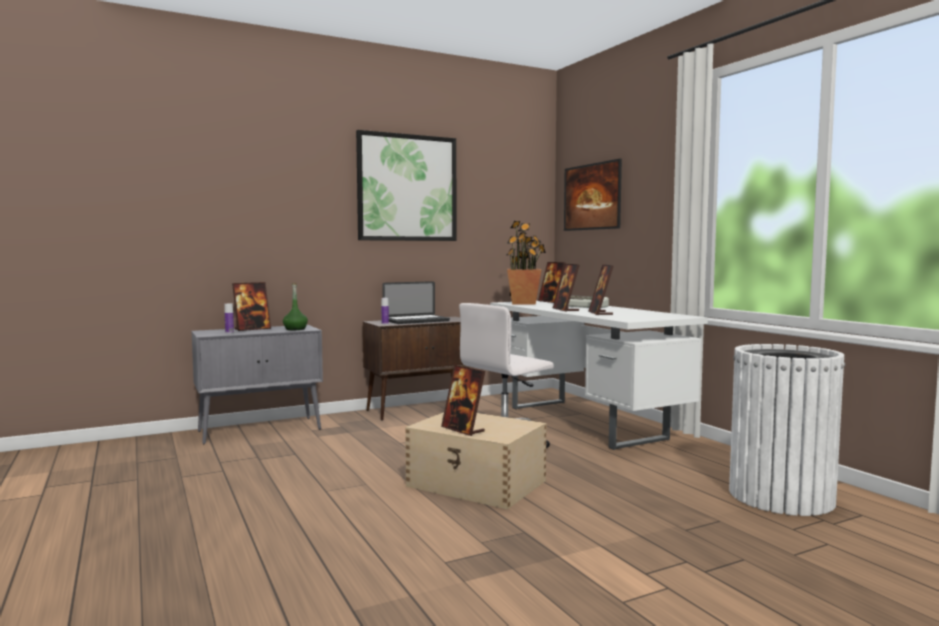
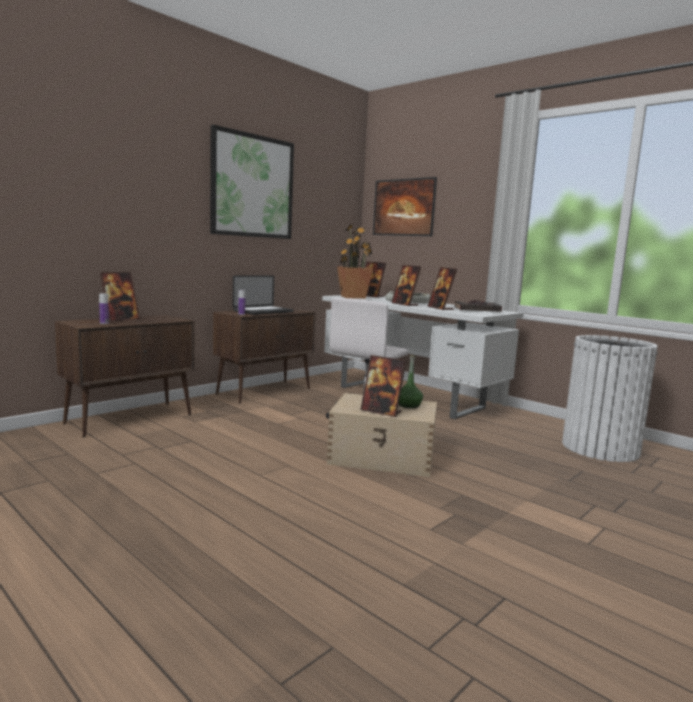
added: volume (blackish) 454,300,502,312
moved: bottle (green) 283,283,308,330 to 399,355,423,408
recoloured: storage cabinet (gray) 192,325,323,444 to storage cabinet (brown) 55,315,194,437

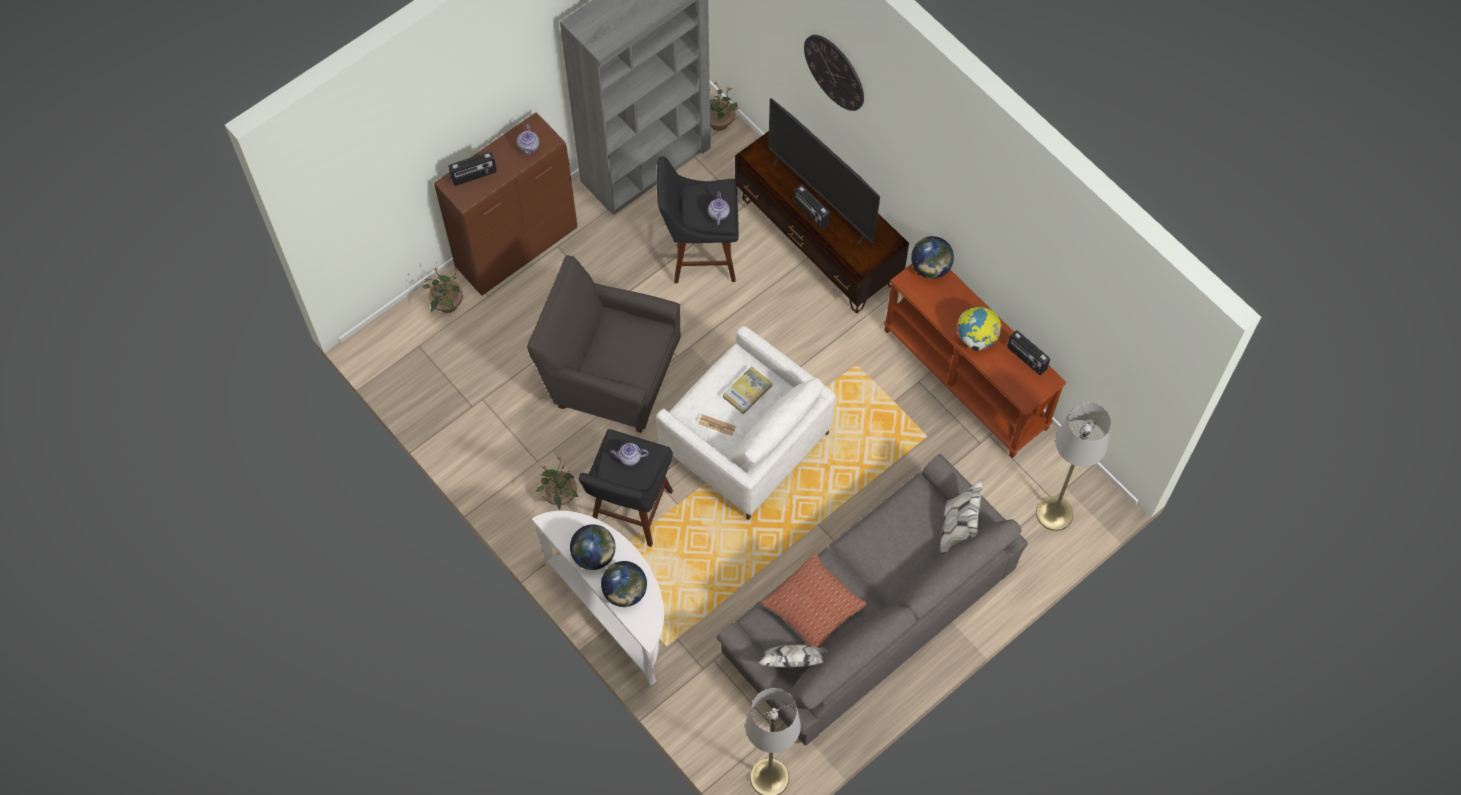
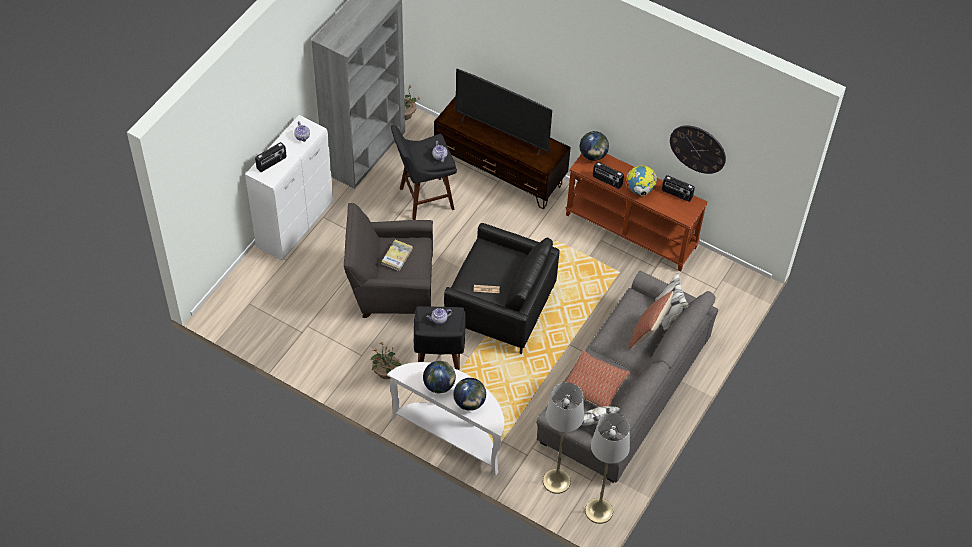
removed: houseplant 422,267,463,313
added: throw pillow 629,291,673,350
moved: volume 723,366,772,415 to 382,240,413,271; floor lamp (gray) 1036,402,1111,531 to 543,382,584,494; radio set 794,184,830,229 to 593,161,624,189; wall clock 804,35,864,111 to 670,126,726,174
recoloured: storage cabinet (brown) 434,112,577,296 to storage cabinet (whitish) 245,115,333,261; lounge chair (whitish) 657,326,836,520 to lounge chair (blackish) 444,223,560,354

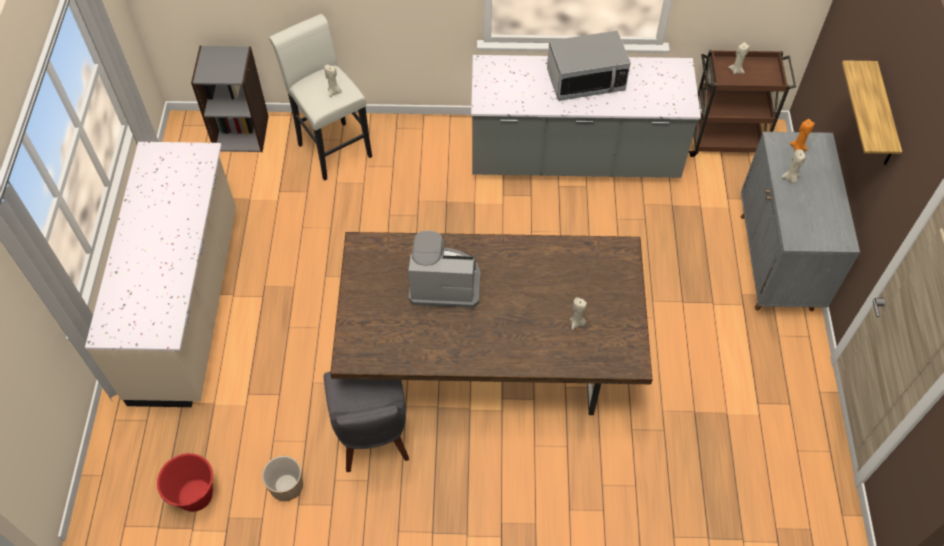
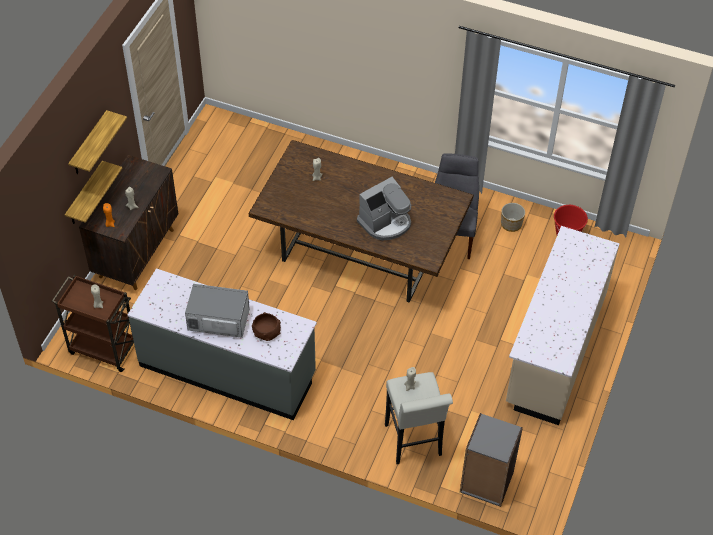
added: wall shelf 65,161,122,224; bowl (brown) 252,312,281,341
recoloured: storage cabinet (gray) 740,132,860,311 to storage cabinet (brown) 79,155,178,290
turned: coffee machine 408,230,481,308 = 357,177,411,240 60 degrees counterclockwise

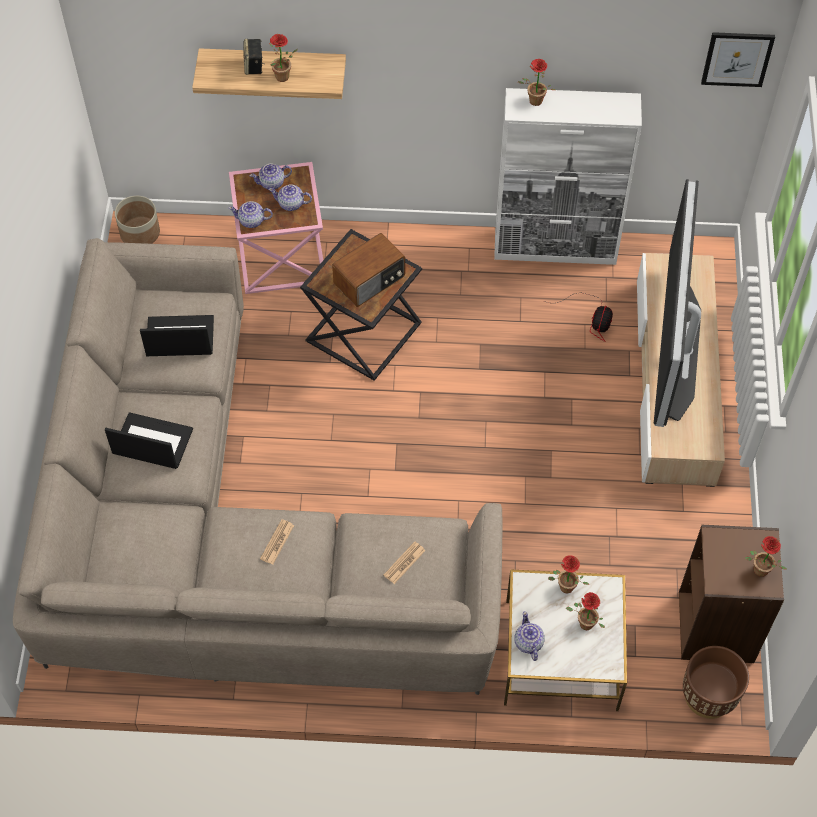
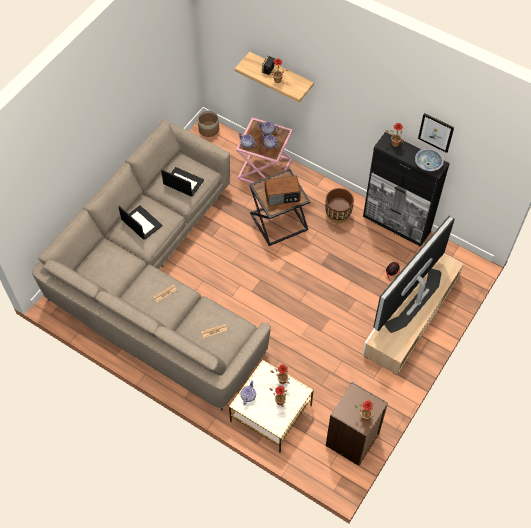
added: bowl 415,148,444,171
moved: flower pot (brown) 683,646,749,719 to 325,188,354,223; wall picture 701,32,775,87 to 418,113,454,153
recoloured: storage cabinet (whitish) 494,88,642,265 to storage cabinet (blackish) 363,132,450,247

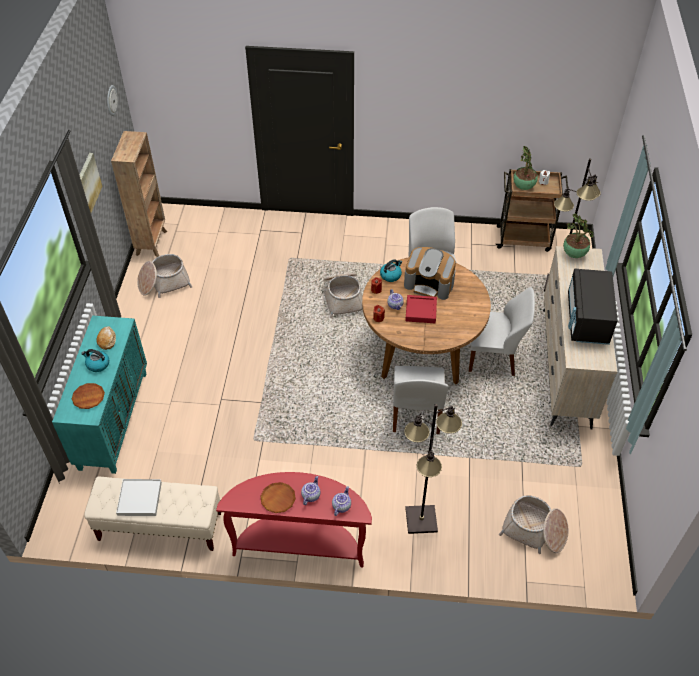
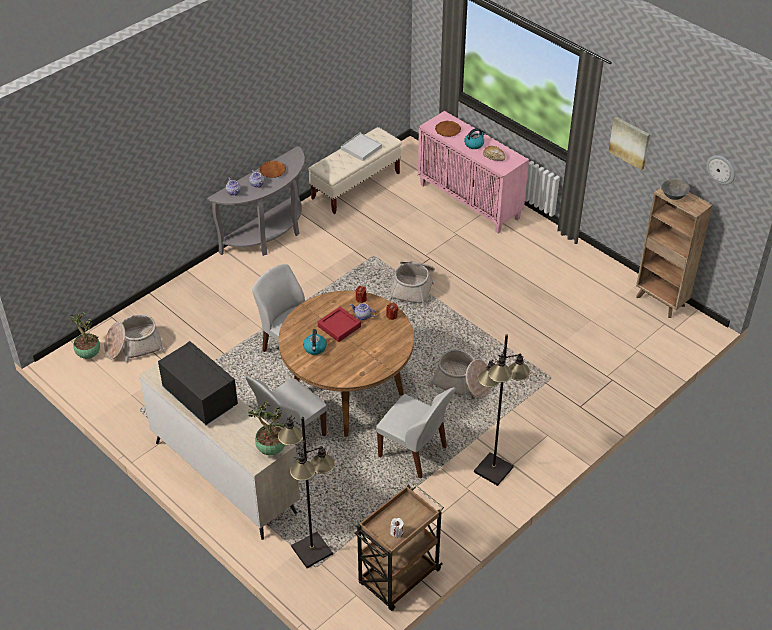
removed: coffee machine 404,247,456,300
added: bowl (gray) 661,179,690,200
moved: houseplant 514,146,538,190 to 70,312,100,359; kettle 380,259,402,282 to 303,329,327,355; storage basket 137,254,192,298 to 389,260,435,308; floor lamp (blackish) 404,404,462,534 to 474,334,531,486
recoloured: hall table (reddish) 216,472,372,568 to hall table (gray) 207,146,305,256; storage cabinet (blue-green) 52,315,147,474 to storage cabinet (pink) 418,111,529,234

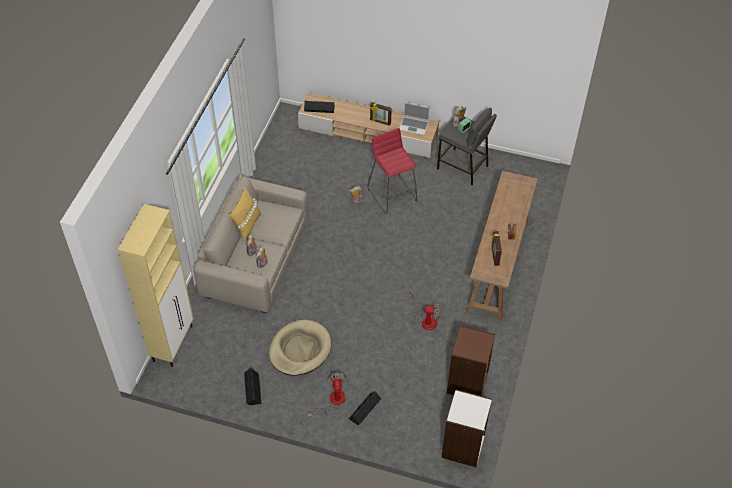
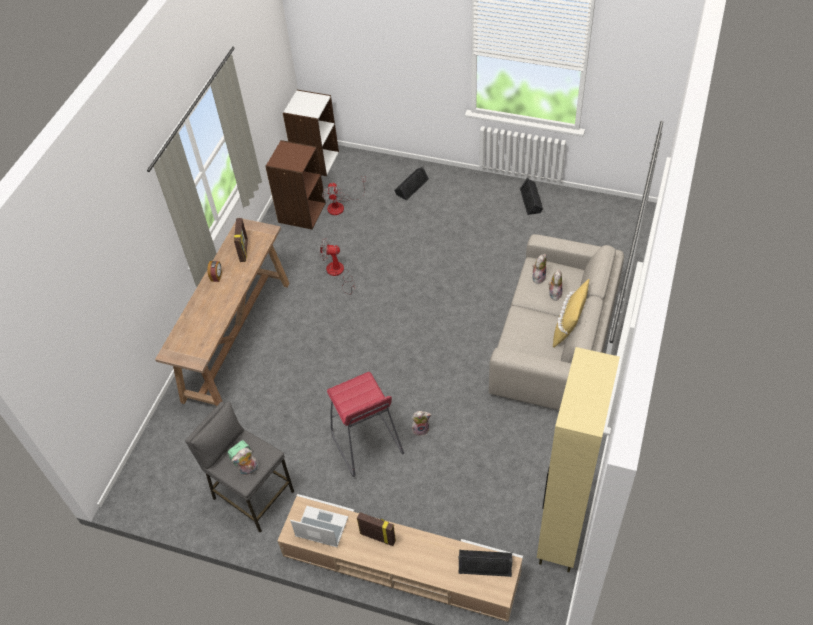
removed: pet bed (beige-coloured) 269,320,331,376
moved: fan 308,373,347,417 to 322,177,366,215; storage cabinet (beige-coloured) 117,204,194,367 to 537,347,620,573

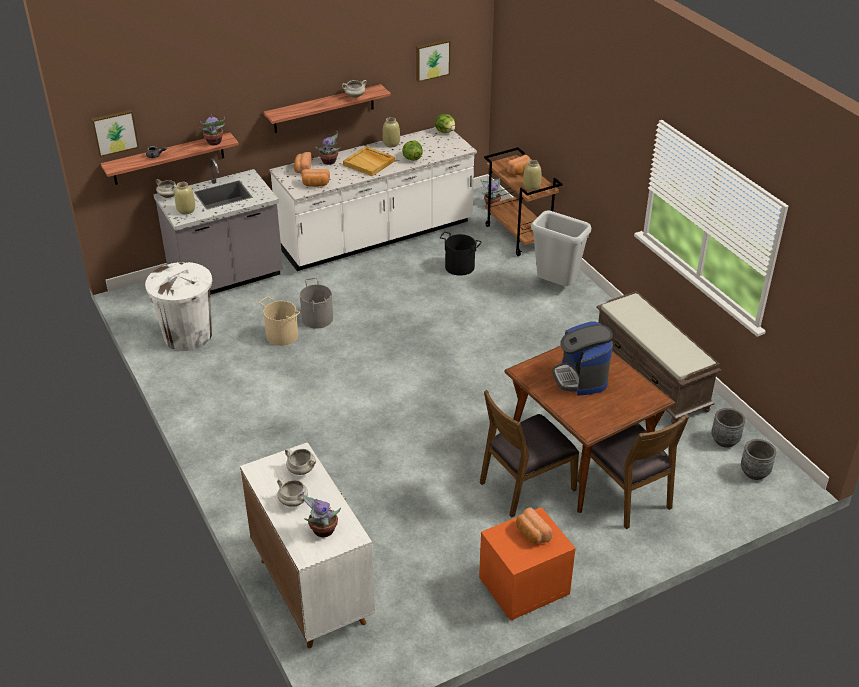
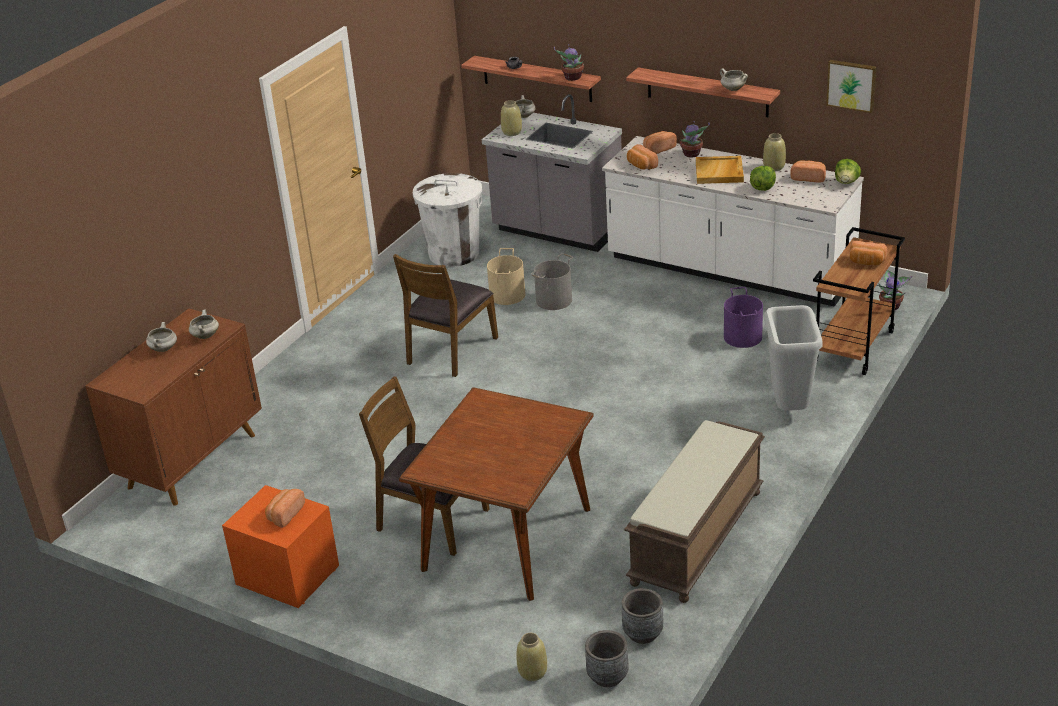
removed: wall picture 91,110,139,157; houseplant 303,492,341,537; coffee machine 552,322,613,396
added: bakery bread 790,160,826,183
moved: upright chair (brown) 577,414,689,529 to 393,254,498,377; vase (beige-coloured) 523,160,541,191 to 516,633,547,681
recoloured: storage cabinet (whitish) 240,442,375,648 to storage cabinet (brown) 85,308,262,506; water bucket (blackish) 440,232,481,276 to water bucket (purplish) 724,287,763,348

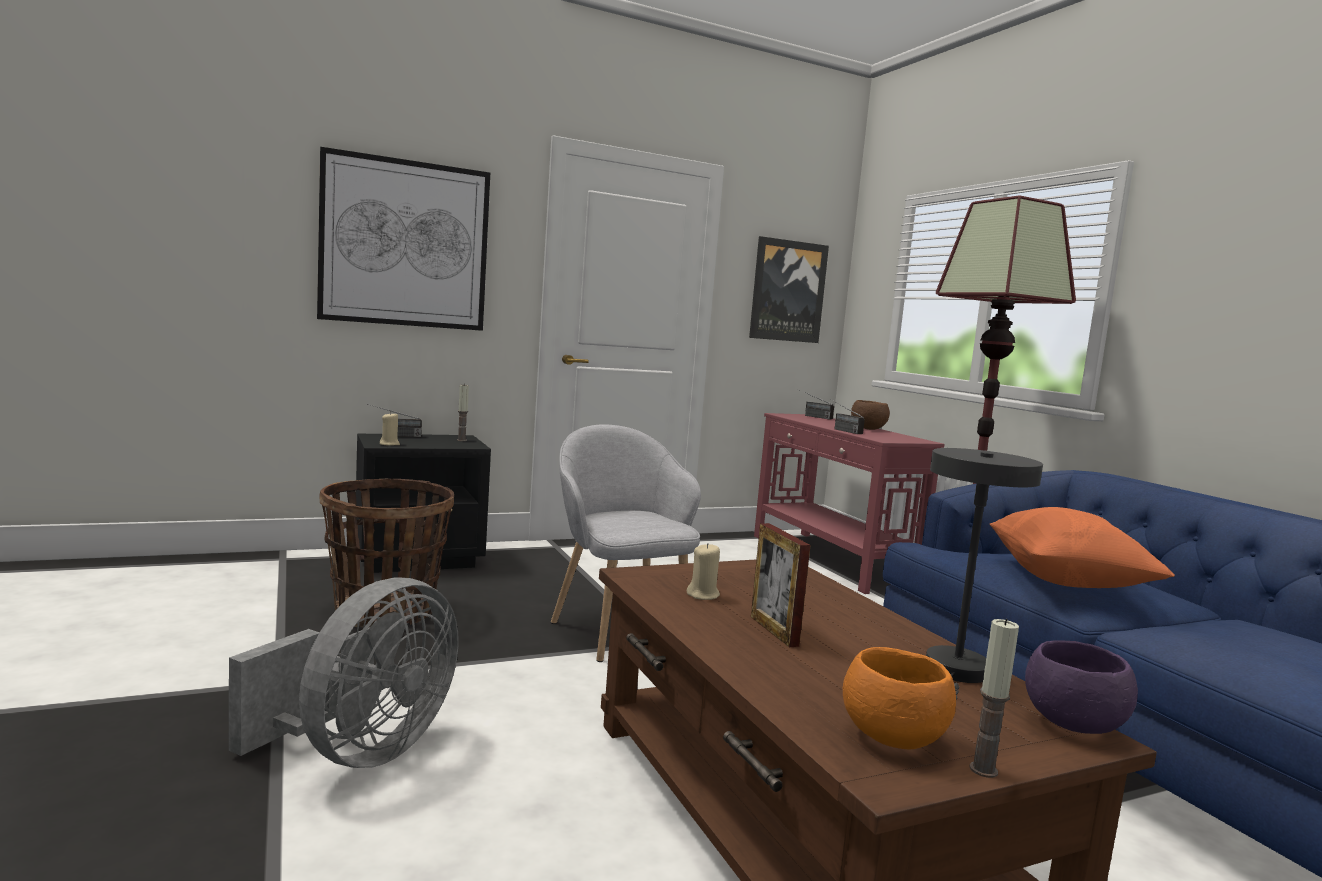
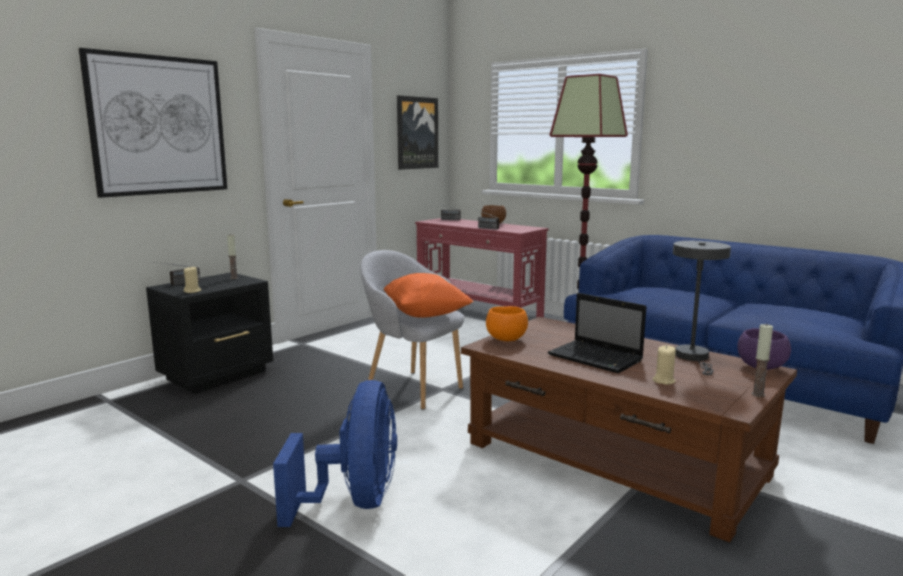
removed: storage basket 319,479,454,627
moved: throw pillow (orangey) 989,507,1175,588 to 384,273,474,318; bowl (orangey) 843,647,956,749 to 486,306,528,341; wax candle (beige-coloured) 687,543,720,600 to 653,345,676,385
replaced: photo frame 751,523,810,647 to notebook computer 548,293,647,373
recoloured: fan (gray) 229,578,459,768 to fan (bluish) 273,380,397,527

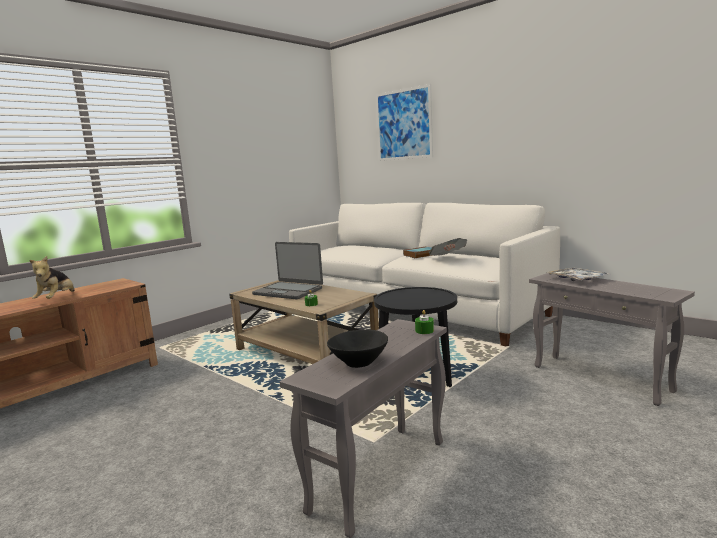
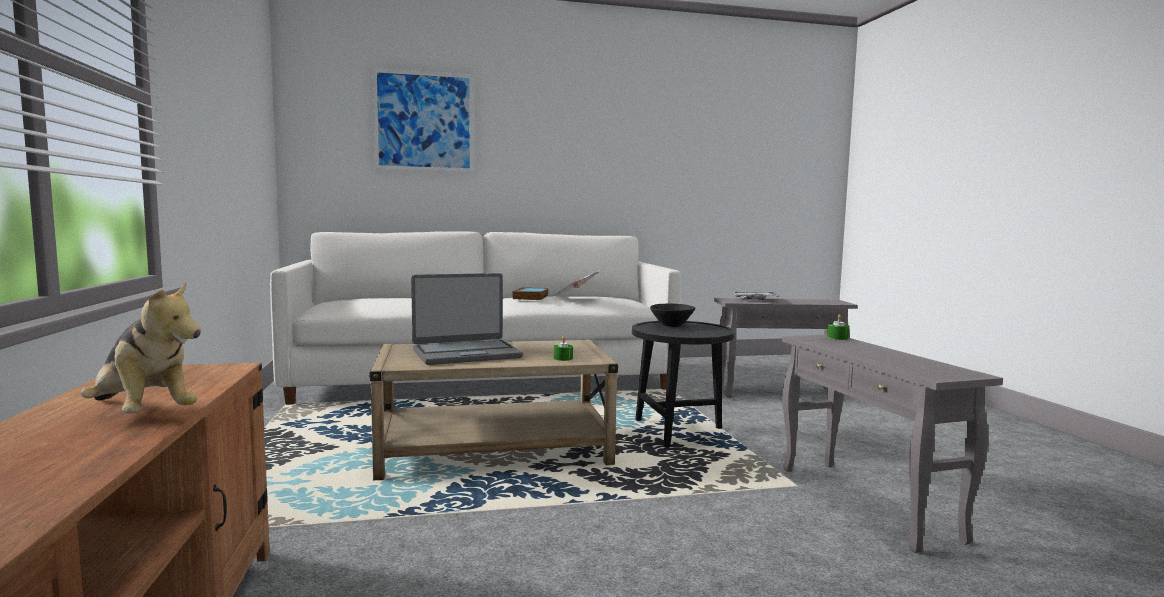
moved: bowl (blackish) 327,329,388,368 to 650,303,695,327

